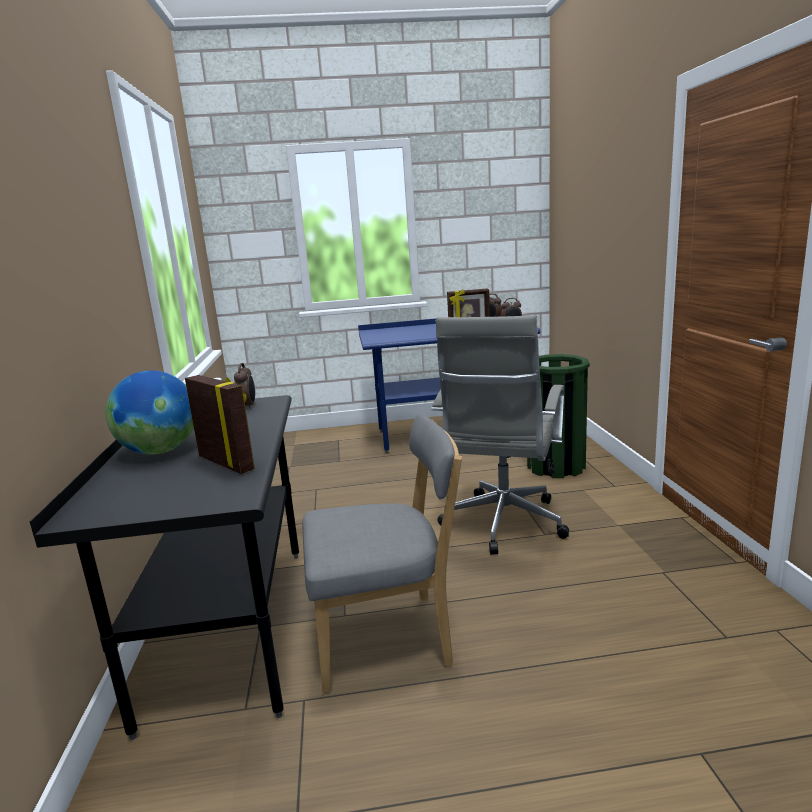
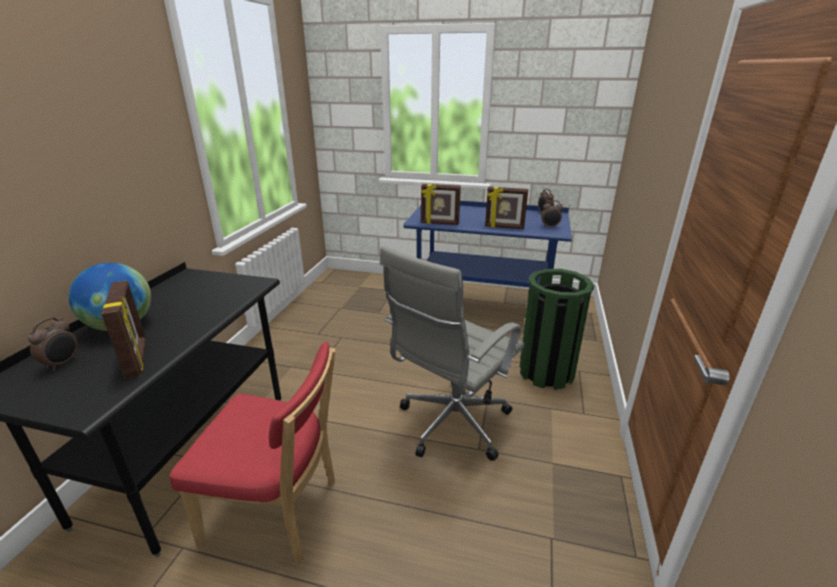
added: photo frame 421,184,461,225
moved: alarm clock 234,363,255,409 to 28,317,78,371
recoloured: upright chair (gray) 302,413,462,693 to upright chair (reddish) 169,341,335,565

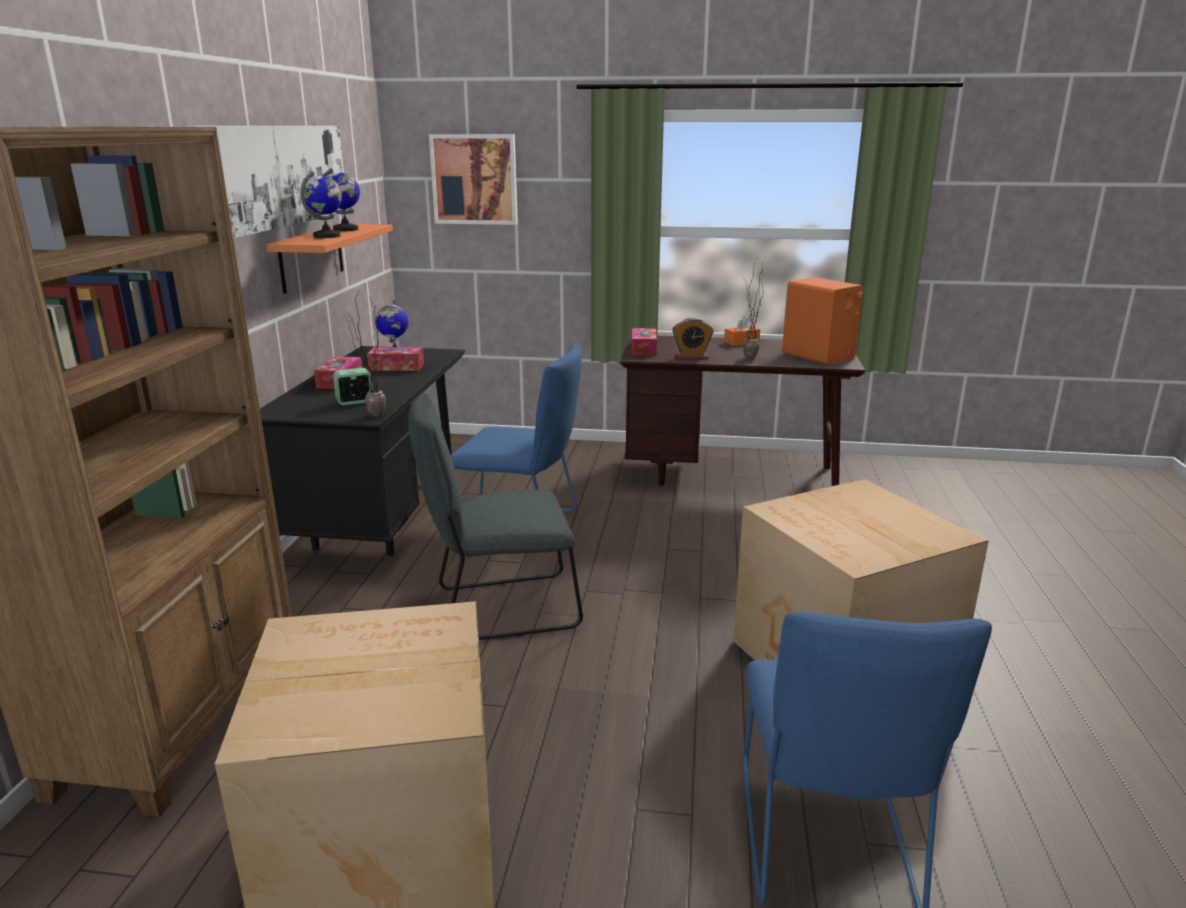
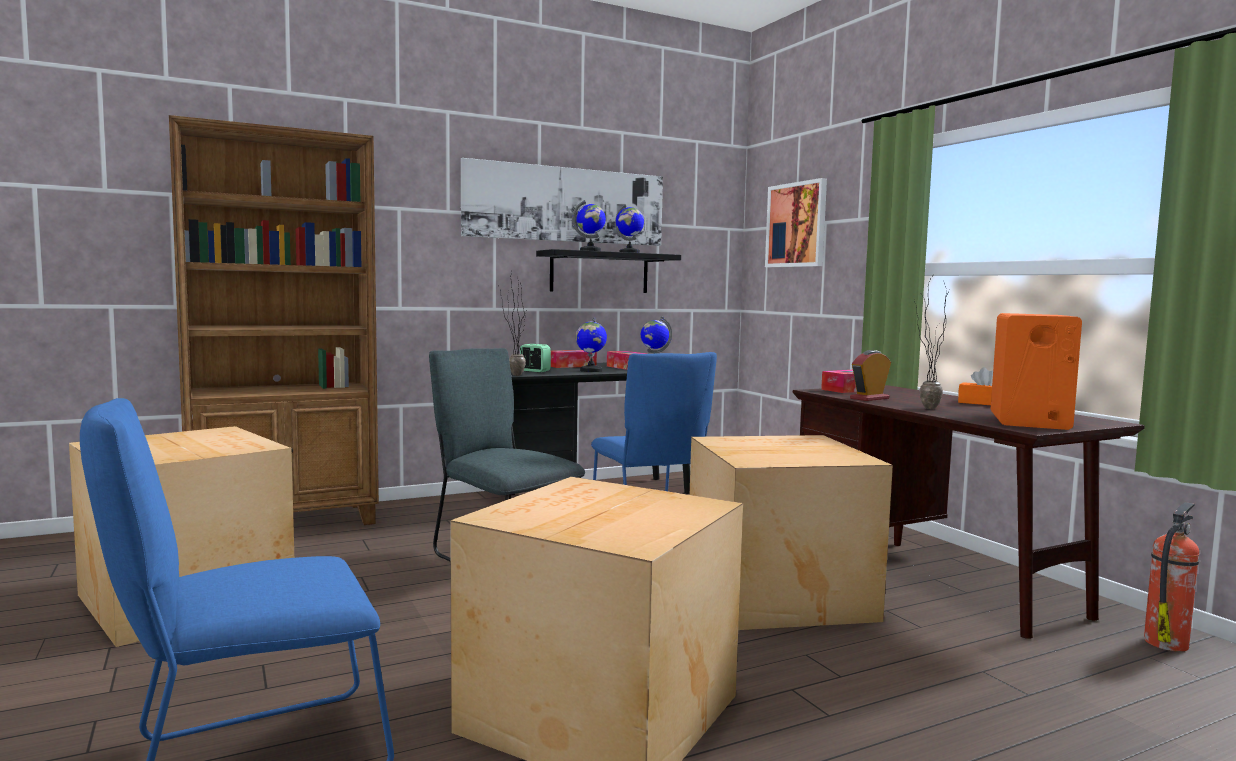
added: desk globe 576,317,607,372; cardboard box 690,435,893,630; extinguisher 1144,502,1200,652
recoloured: wall shelf (orangey) 267,224,393,294 to wall shelf (blackish) 536,249,681,293
turned: alarm clock 672,318,714,360 = 850,350,891,401 90 degrees clockwise

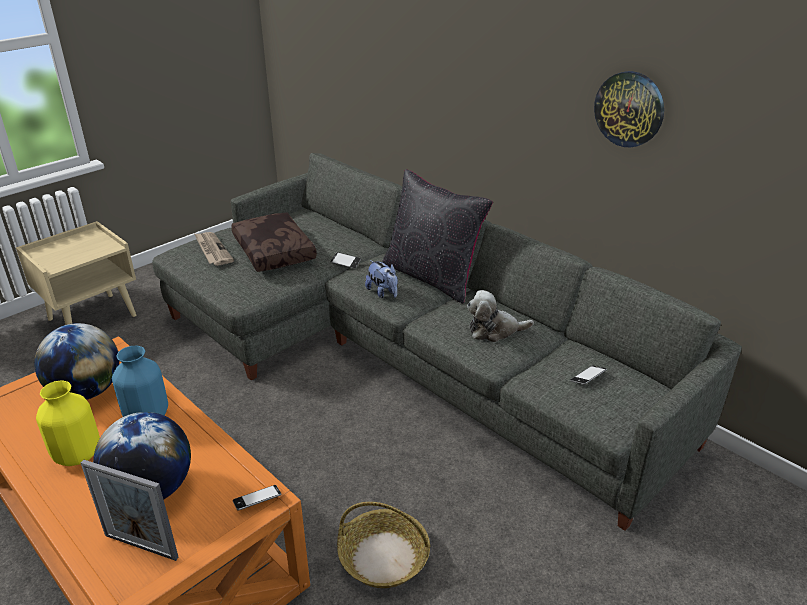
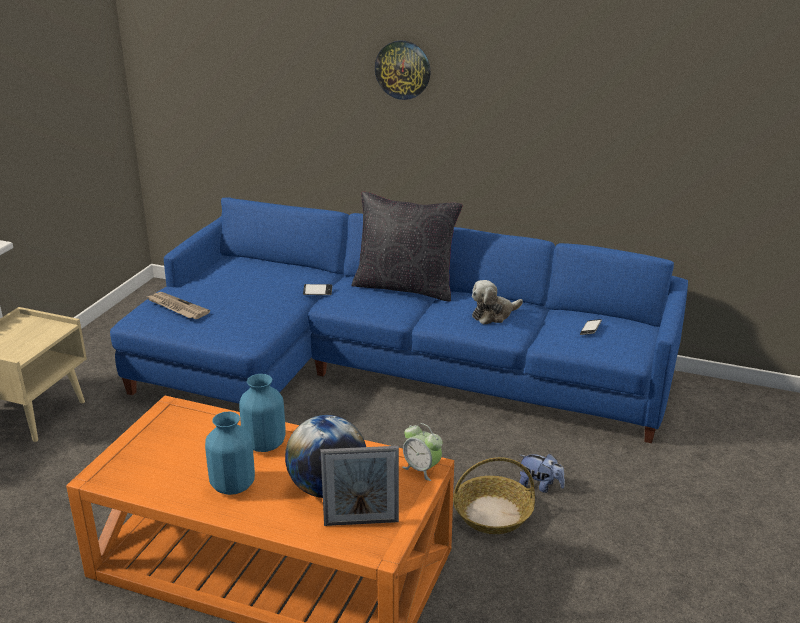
removed: desk globe 34,323,119,400; throw pillow (brown) 231,212,317,272
moved: wall clock 594,71,664,148 to 375,40,431,100; cuddly toy 365,260,398,298 to 519,454,565,493
replaced: handset 233,485,281,510 to alarm clock 402,423,443,481
recoloured: couch (gray) 152,153,742,531 to couch (bluish) 110,198,688,443; vase (yellow-coloured) 36,380,100,466 to vase (bluish) 205,412,255,495

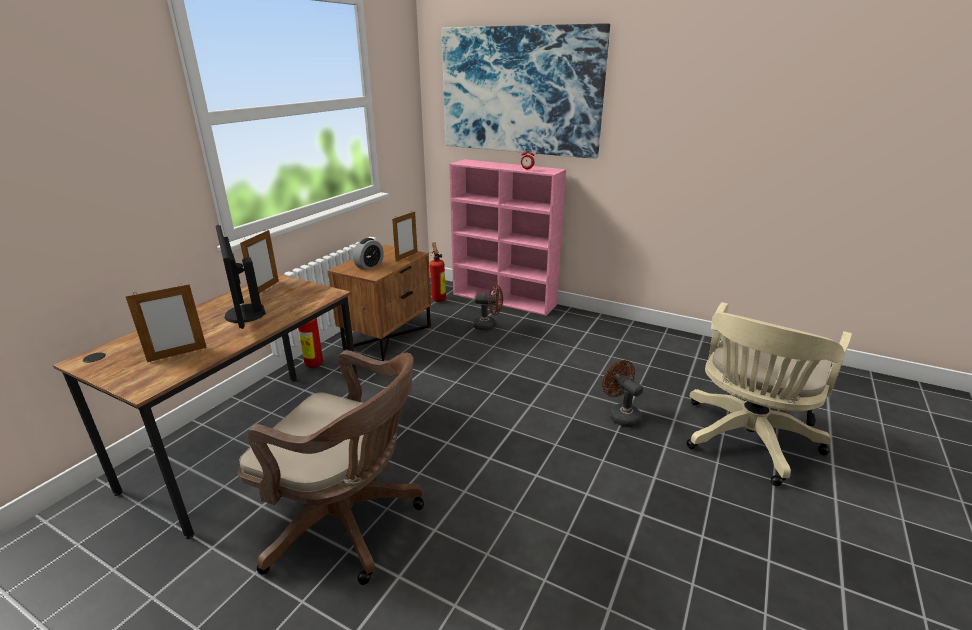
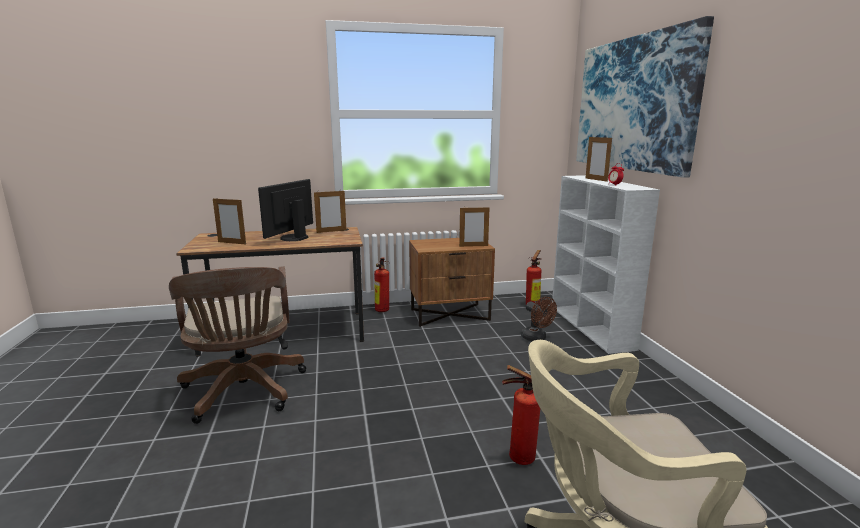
removed: alarm clock 353,238,384,270
added: photo frame 586,136,612,182
replaced: fan (brown) 602,360,643,427 to extinguisher 502,365,540,465
recoloured: shelving unit (pink) 449,159,566,316 to shelving unit (whitish) 552,175,660,354

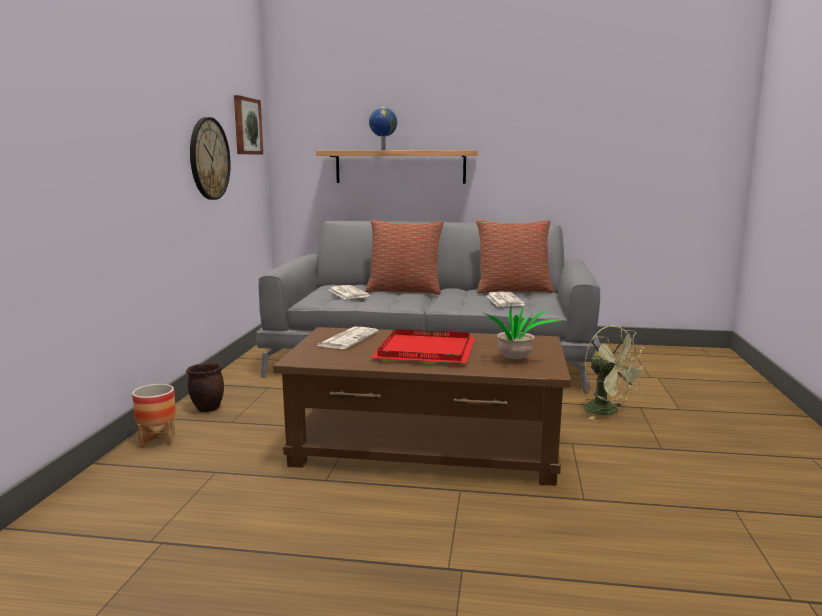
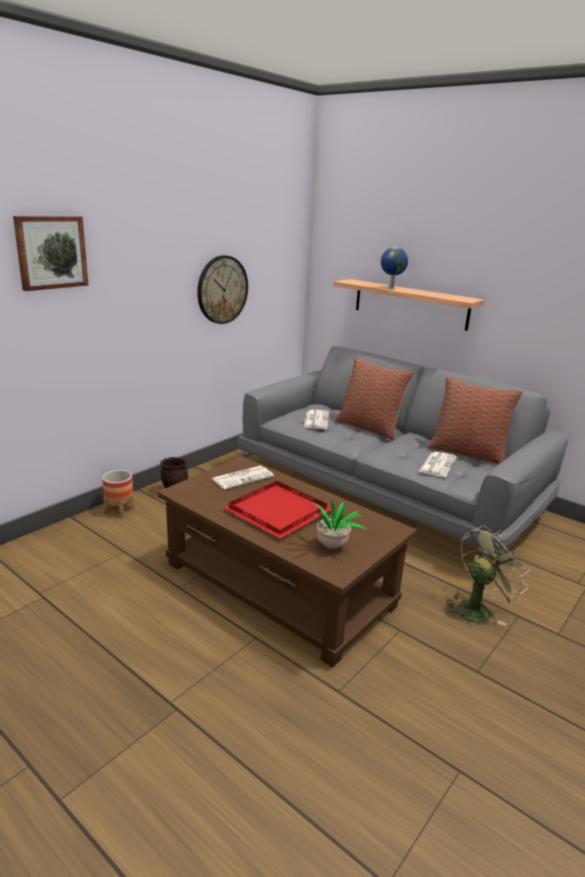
moved: wall picture 234,95,263,155 to 13,216,88,291
turned: fan (green) 583,325,647,419 = 446,525,530,626 120 degrees counterclockwise

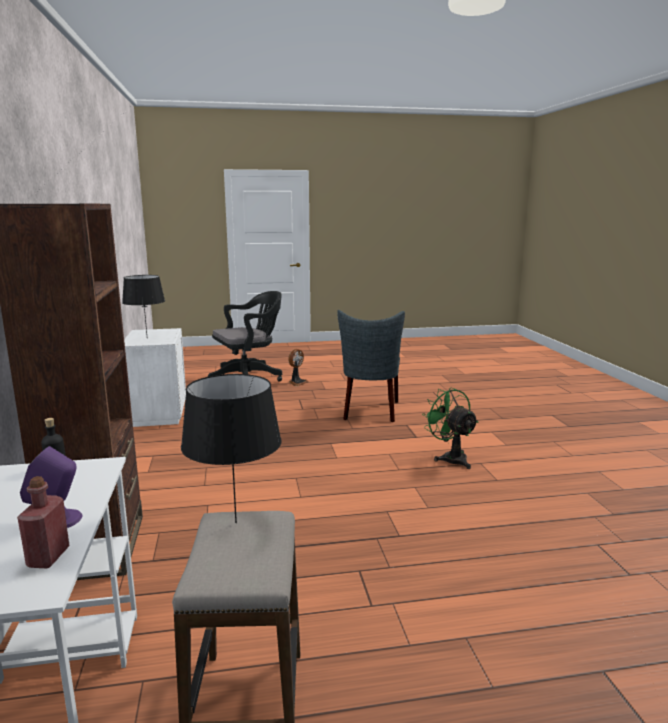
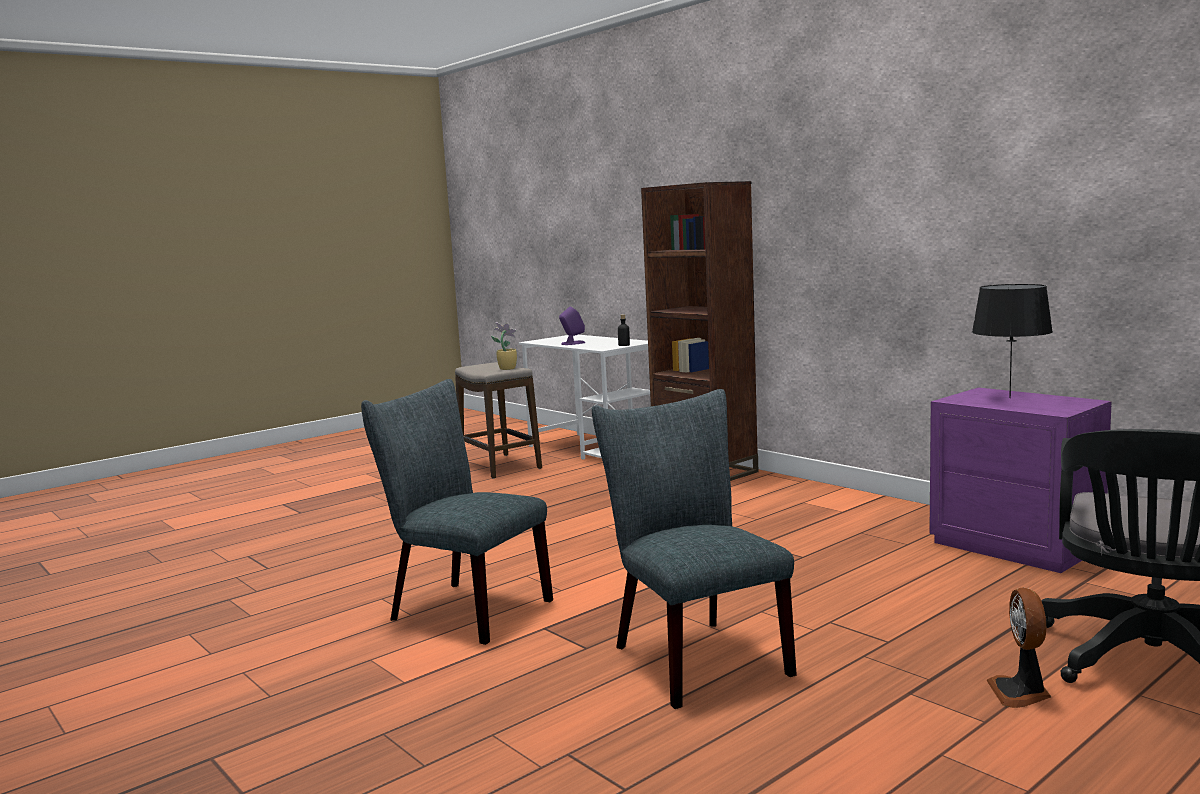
removed: bottle (reddish) 17,476,70,568
replaced: fan (green) 422,387,479,469 to upright chair (gray) 361,379,553,645; table lamp (blackish) 181,374,281,523 to houseplant 491,322,517,370
recoloured: bedside table (whitish) 124,328,186,427 to bedside table (purplish) 929,387,1112,573

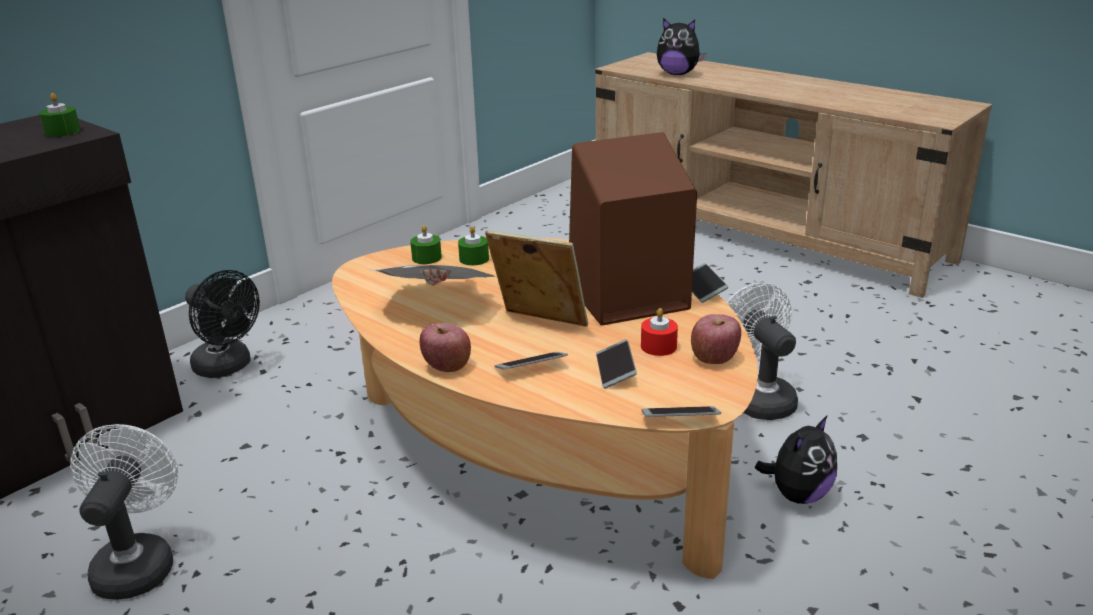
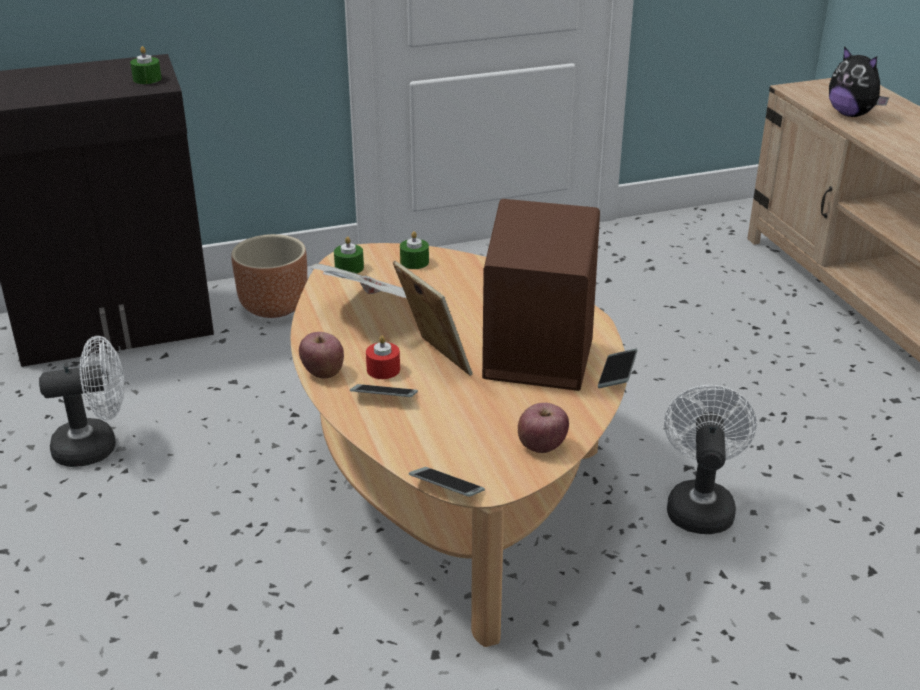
removed: handset 596,339,637,389; cuddly toy 755,415,837,504
moved: wax candle (green) 458,226,489,266 to 334,237,364,274; wax candle (reddish) 641,308,678,356 to 366,335,400,379
replaced: fan (blackish) 185,270,260,378 to flower pot (brown) 231,234,308,318
turned: fan (whitish) 70,424,178,600 = 39,336,124,467 45 degrees clockwise

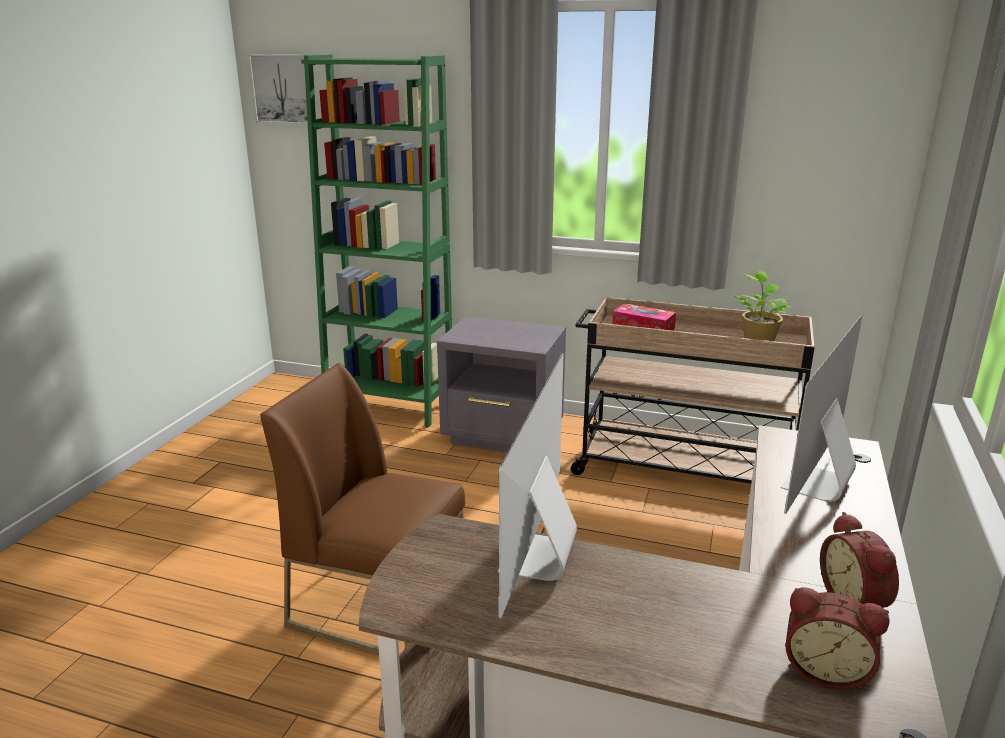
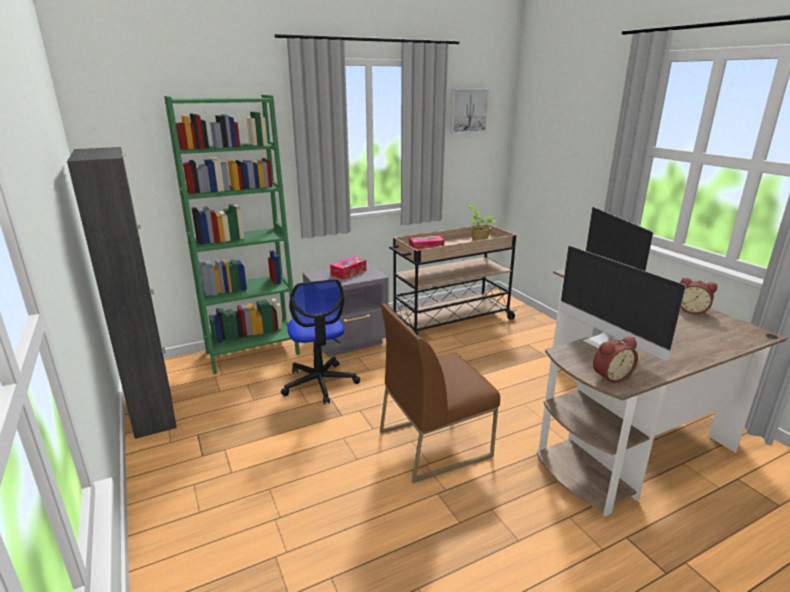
added: storage cabinet (blackish) 67,147,177,439; desk chair 281,279,360,404; box of tissues 330,257,366,279
moved: wall picture 248,54,308,124 to 450,89,489,133; alarm clock 785,587,890,690 to 593,337,638,383

